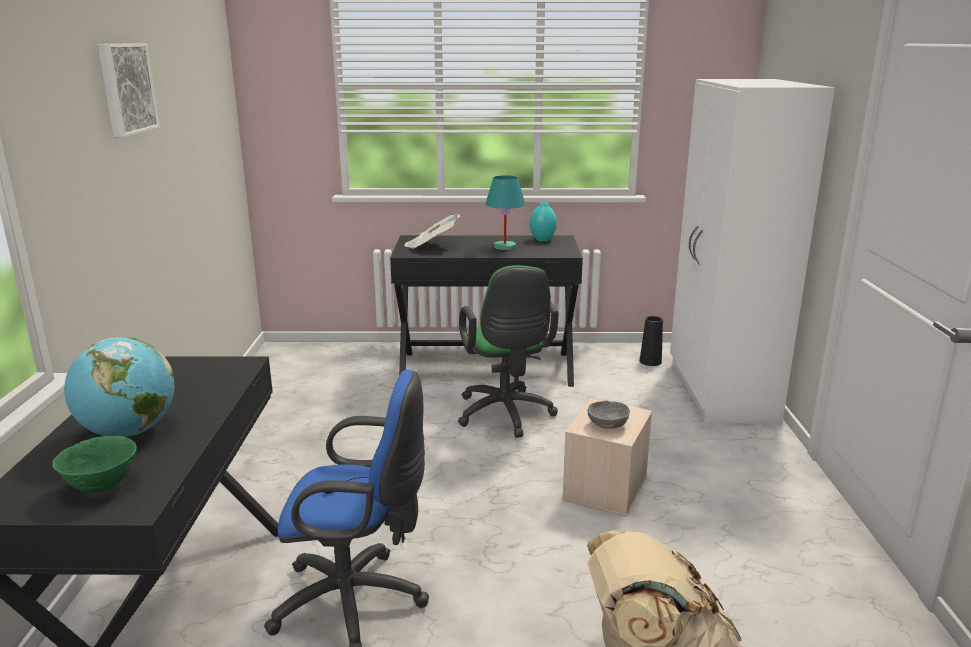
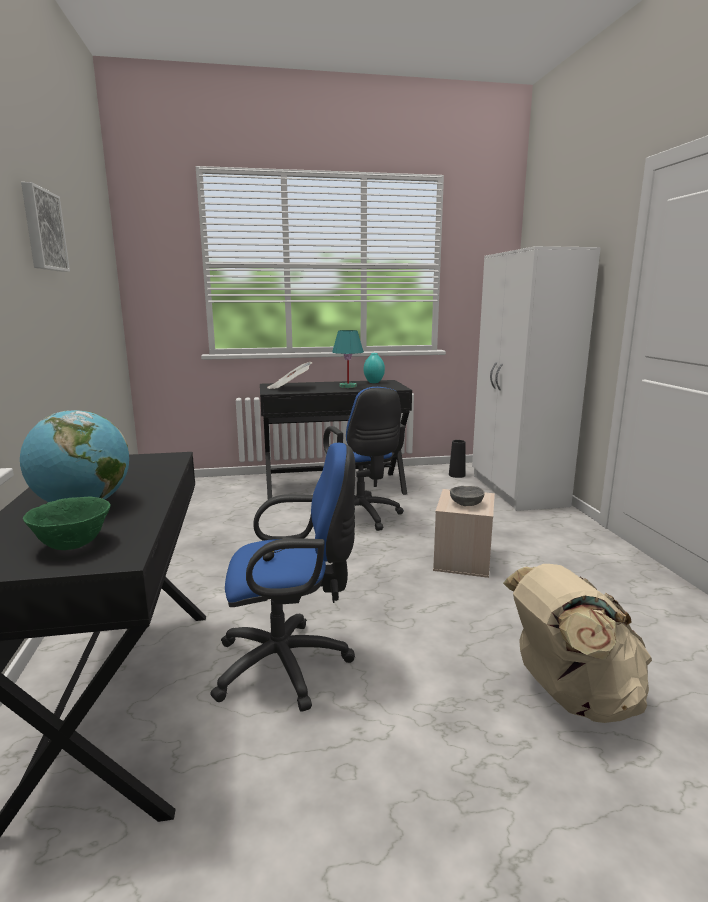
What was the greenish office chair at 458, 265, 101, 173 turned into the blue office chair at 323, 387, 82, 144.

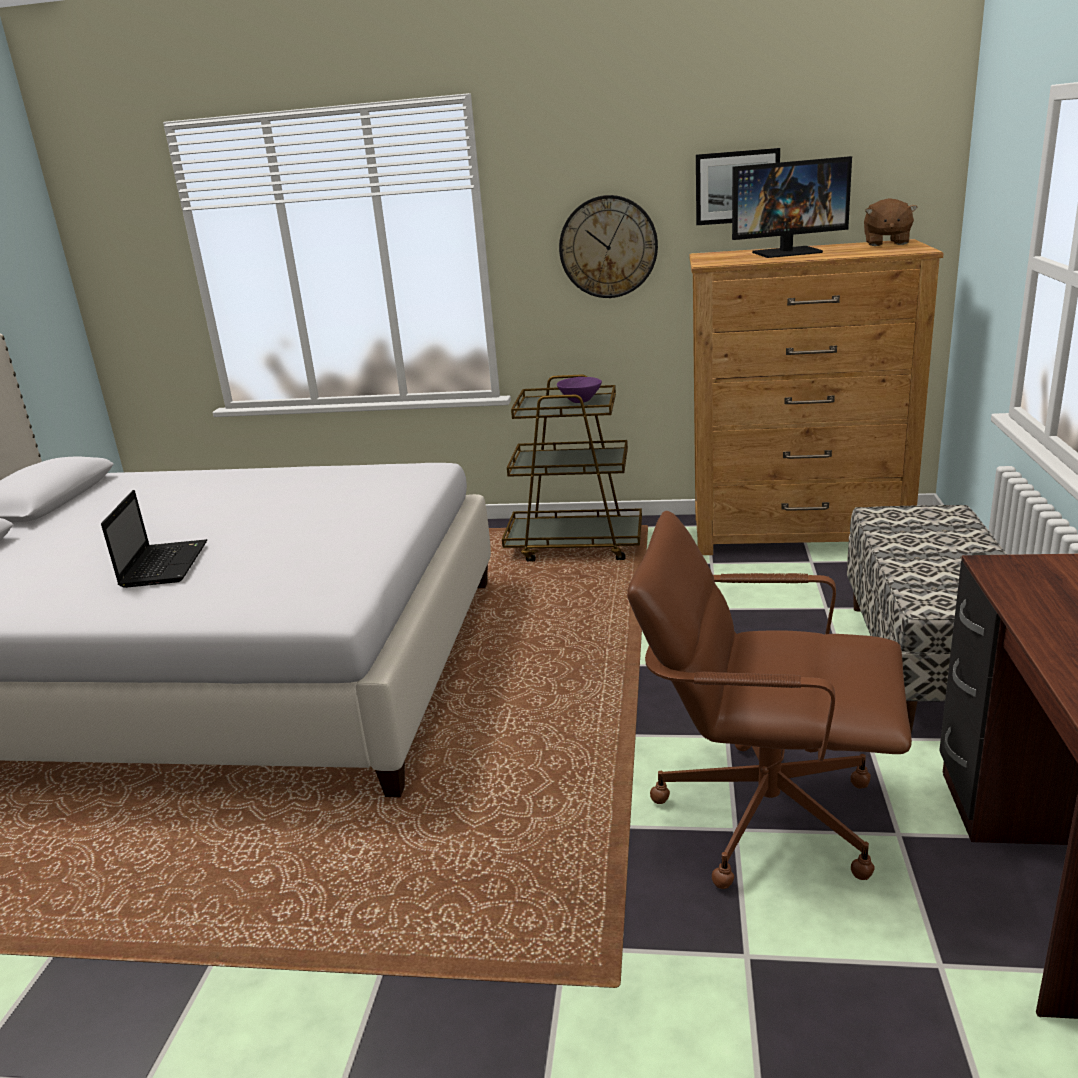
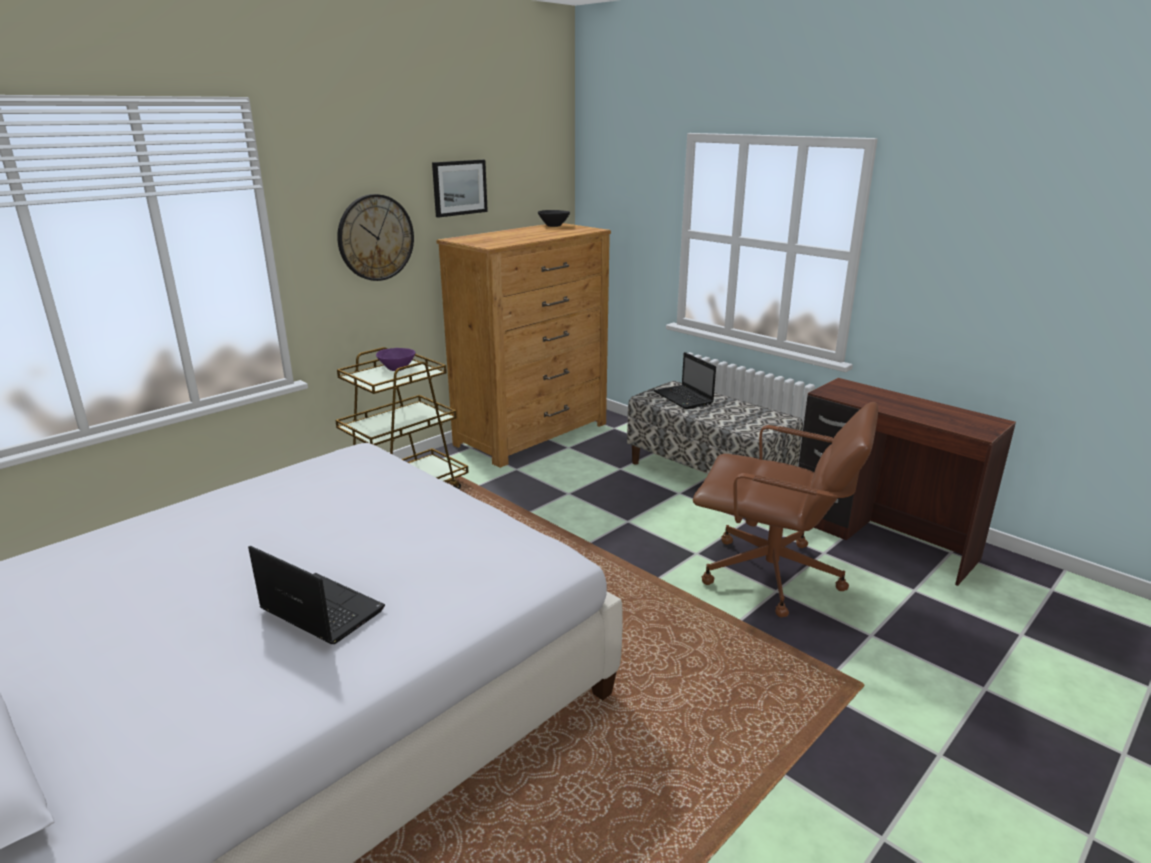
The brown office chair at 627, 511, 285, 378 ended up facing another way, 120 degrees counterclockwise from before. The second view lost the monitor at 732, 156, 120, 102. Where the brown soft toy stood at 864, 198, 54, 48, the blackish serving bowl came to stand at 538, 210, 32, 17. The second view gained the portable computer at 654, 352, 62, 57.

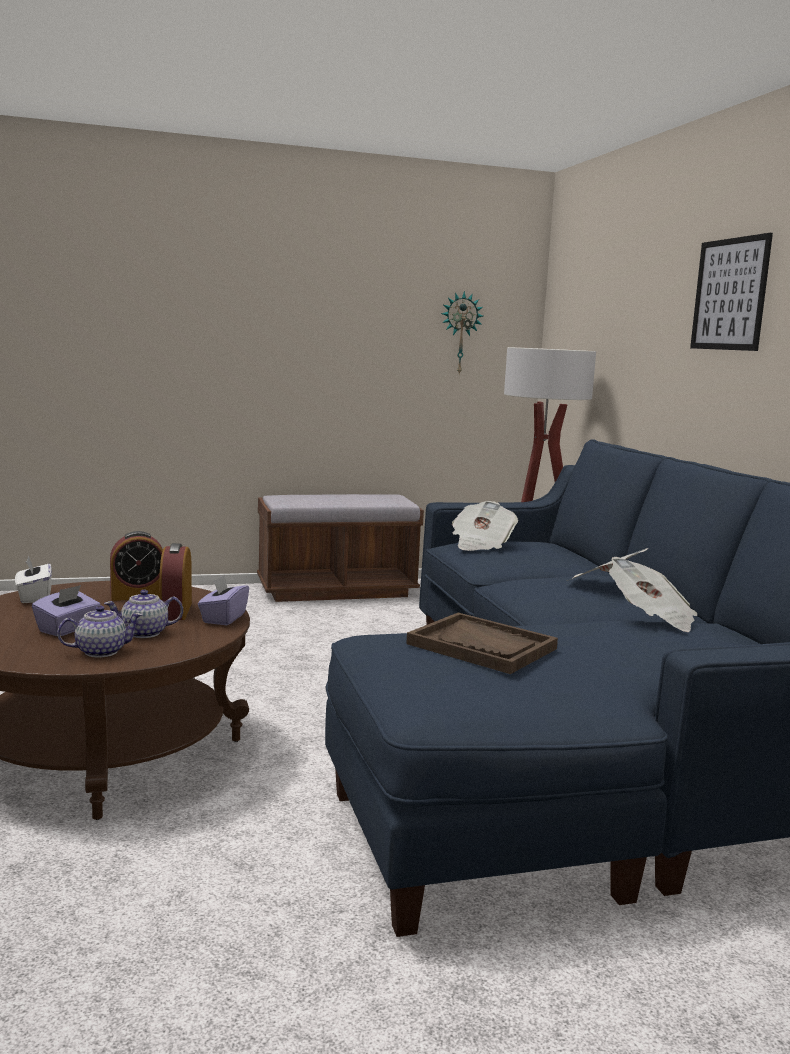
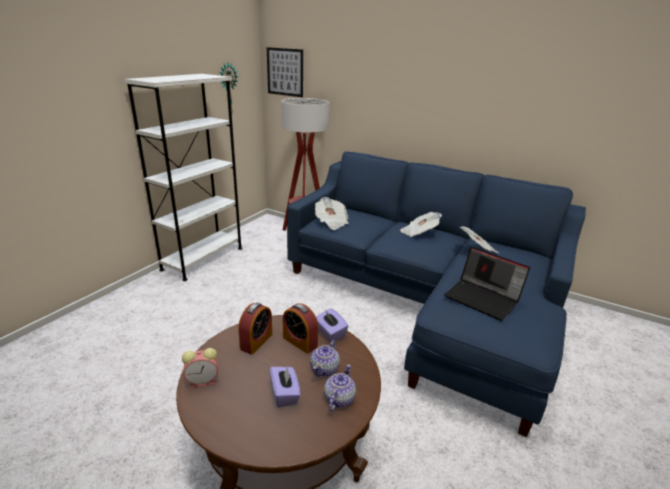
Where the whitish tissue holder stood at 15, 556, 37, 47, the alarm clock came to stand at 182, 348, 36, 41. Where the brown indoor bench stood at 257, 494, 167, 108, the whitish bookshelf came to stand at 123, 74, 119, 207. Where the brown tray stood at 406, 613, 152, 61, the portable computer came to stand at 444, 247, 86, 74. The wall art ended up elsewhere, having gone from 690, 233, 83, 118 to 267, 47, 36, 50.

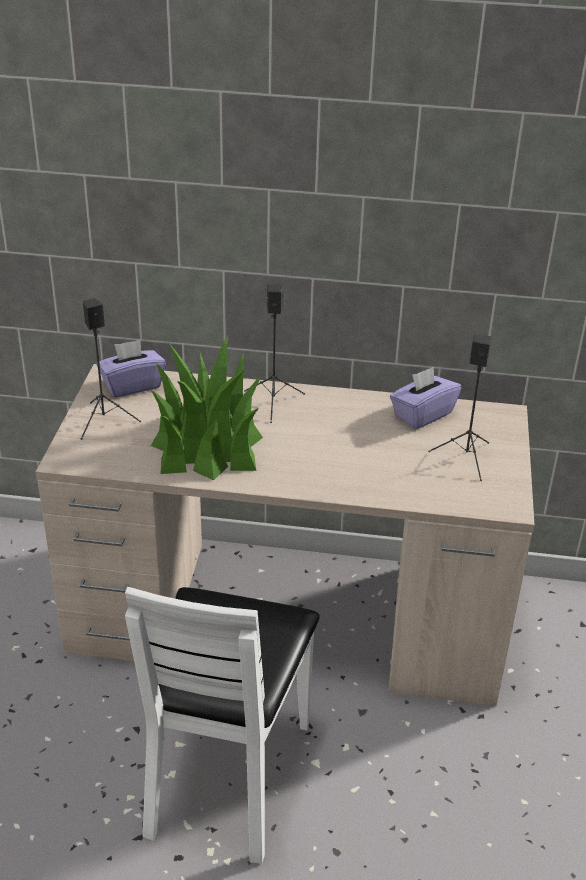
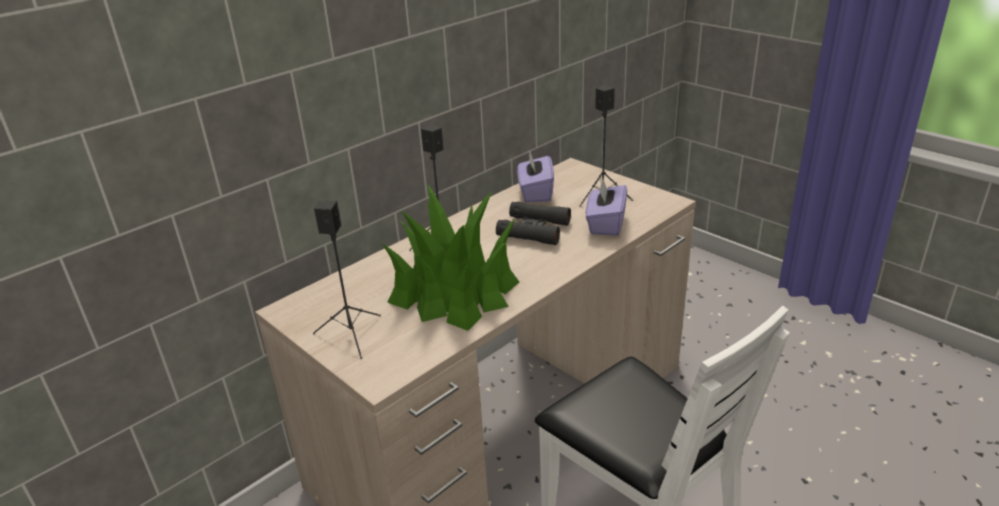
The purple-coloured tissue holder ended up elsewhere, having gone from 97, 339, 69, 59 to 586, 178, 41, 58. The second view gained the blackish pair of binoculars at 496, 202, 75, 43.

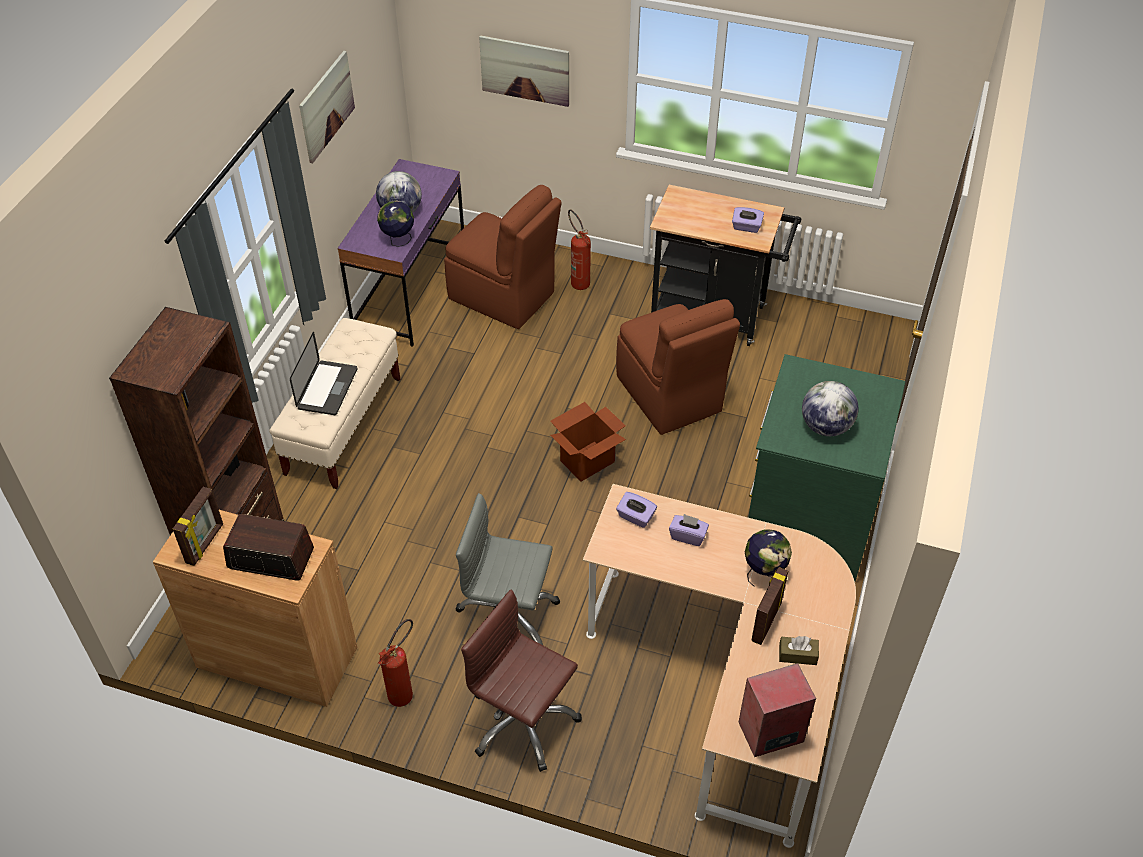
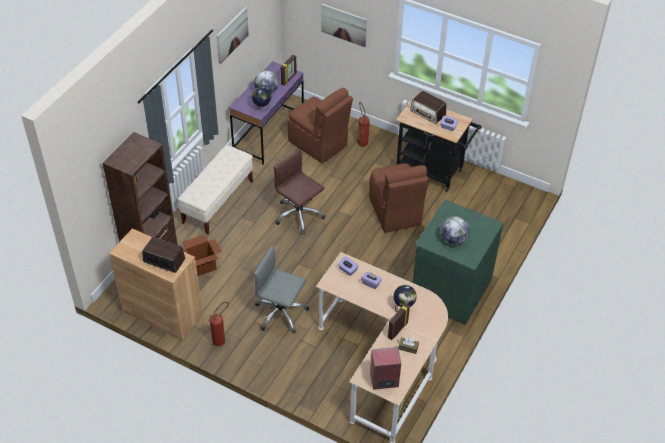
The photo frame ended up elsewhere, having gone from 173, 487, 50, 79 to 281, 55, 16, 31. The second view lost the portable computer at 290, 332, 67, 83. The brown office chair ended up elsewhere, having gone from 461, 590, 121, 182 to 274, 149, 51, 85. The cardboard box ended up elsewhere, having gone from 550, 402, 76, 80 to 182, 234, 39, 42. The second view gained the radio set at 410, 91, 36, 33.

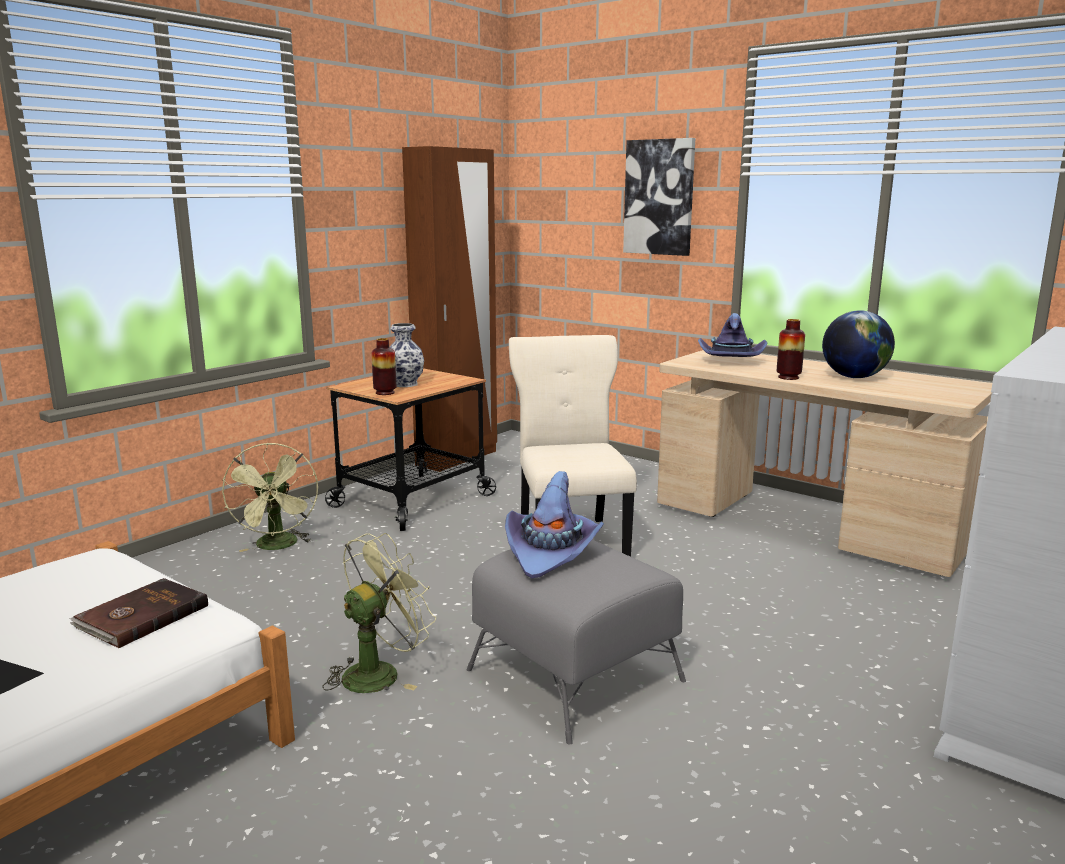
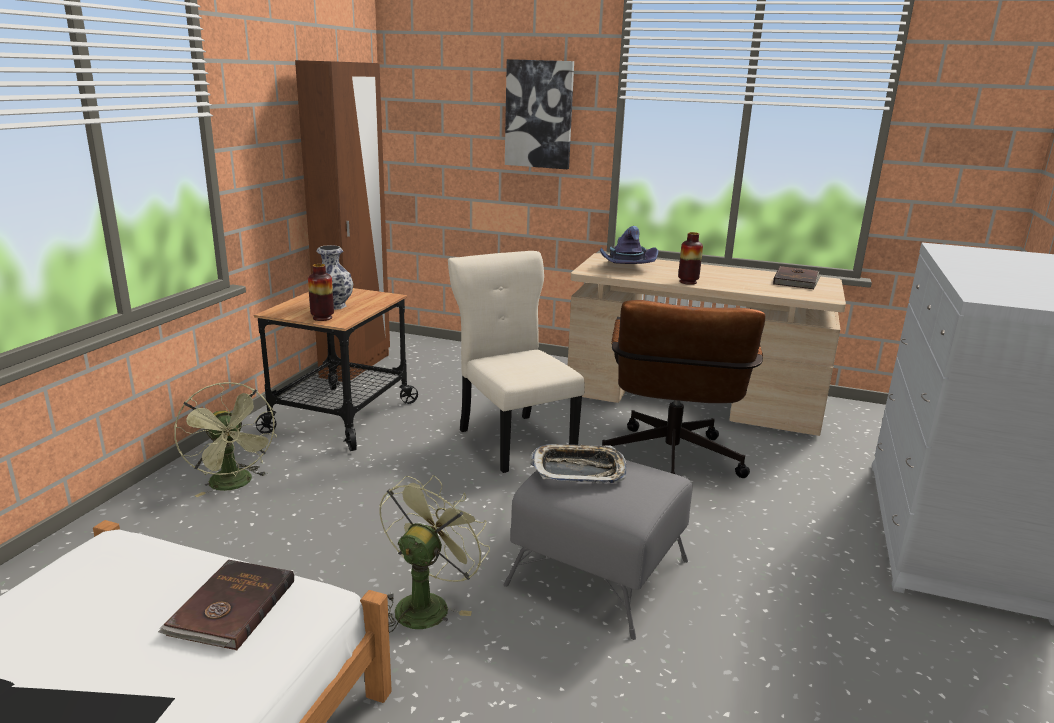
Where the purple-coloured wearable hat stood at 505, 471, 99, 107, the tray came to stand at 530, 444, 97, 39. The second view lost the globe at 822, 310, 73, 68. The second view gained the brown office chair at 602, 300, 163, 178. The second view gained the brown bound book at 773, 266, 48, 23.

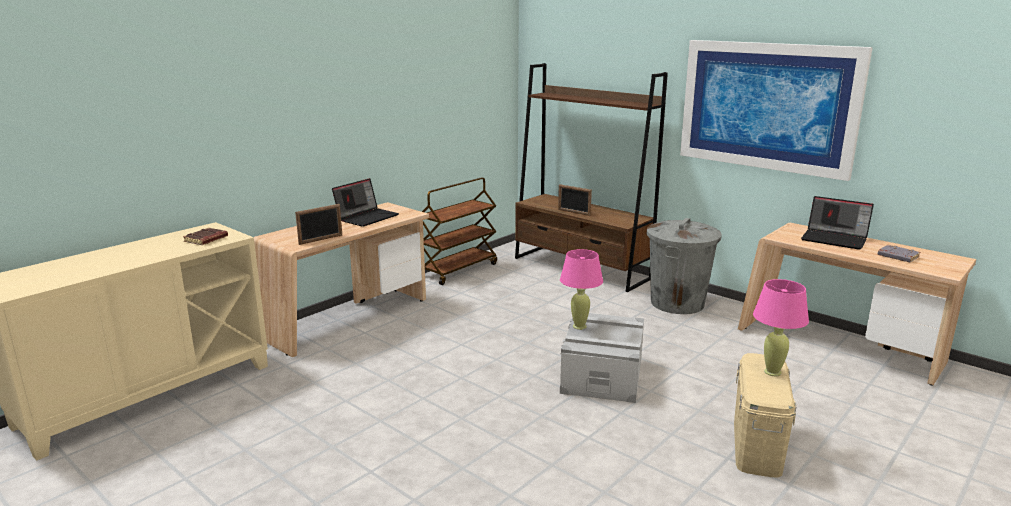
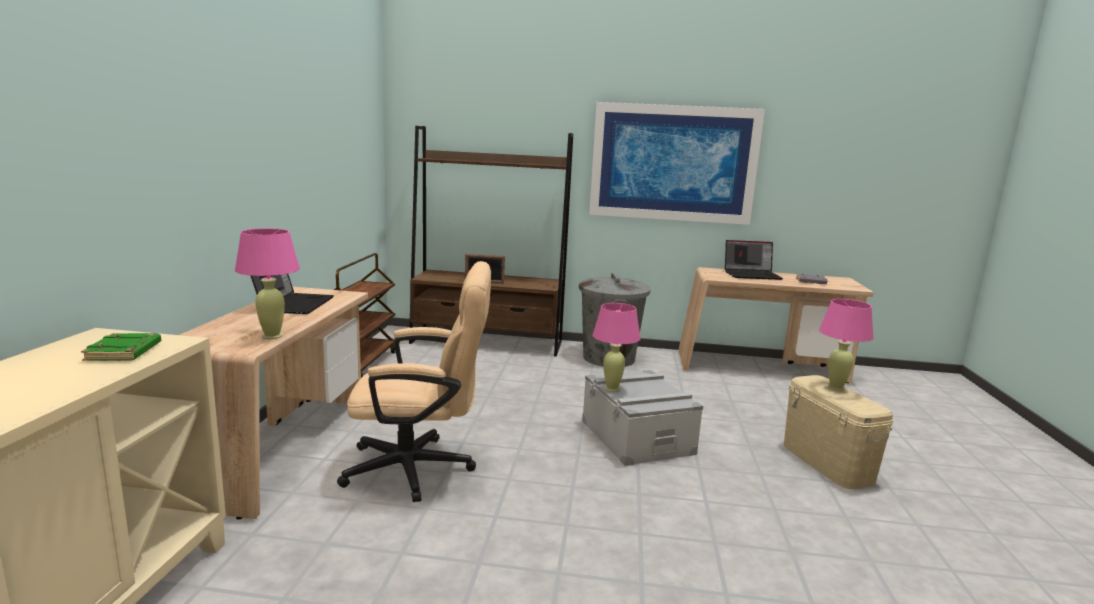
What was the brown bound book at 183, 228, 45, 17 turned into the greenish bound book at 81, 333, 80, 28. Where the photo frame stood at 295, 204, 47, 41, the pink table lamp came to stand at 235, 228, 65, 111. The second view gained the beige office chair at 337, 261, 154, 241.

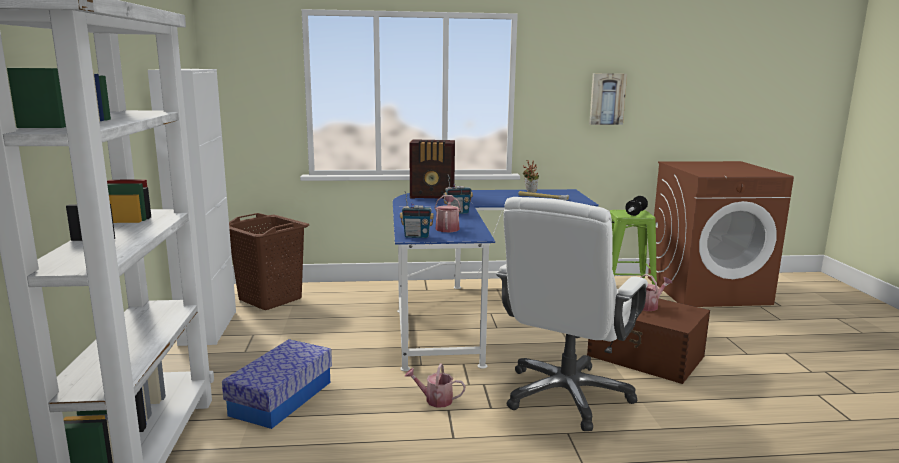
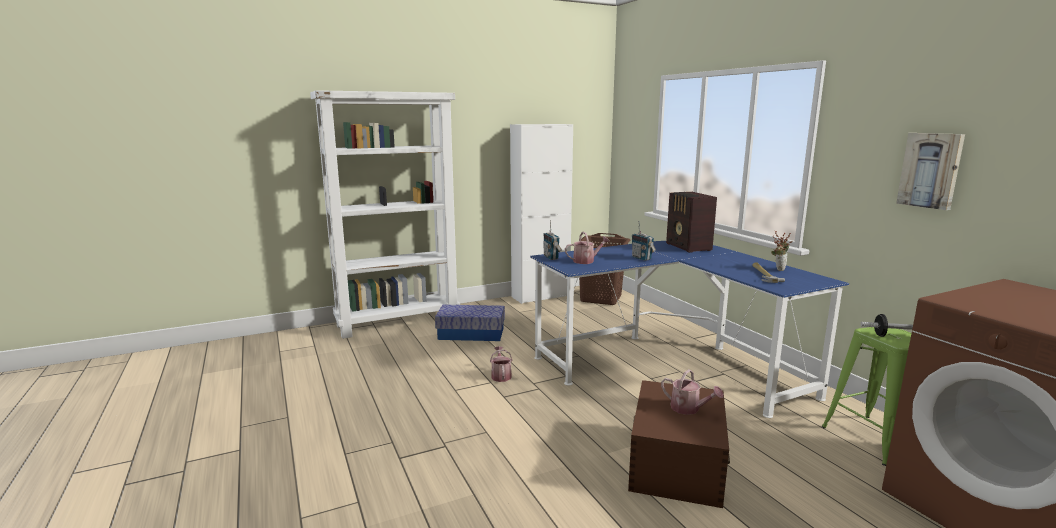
The second view lost the whitish office chair at 496, 197, 152, 234.

